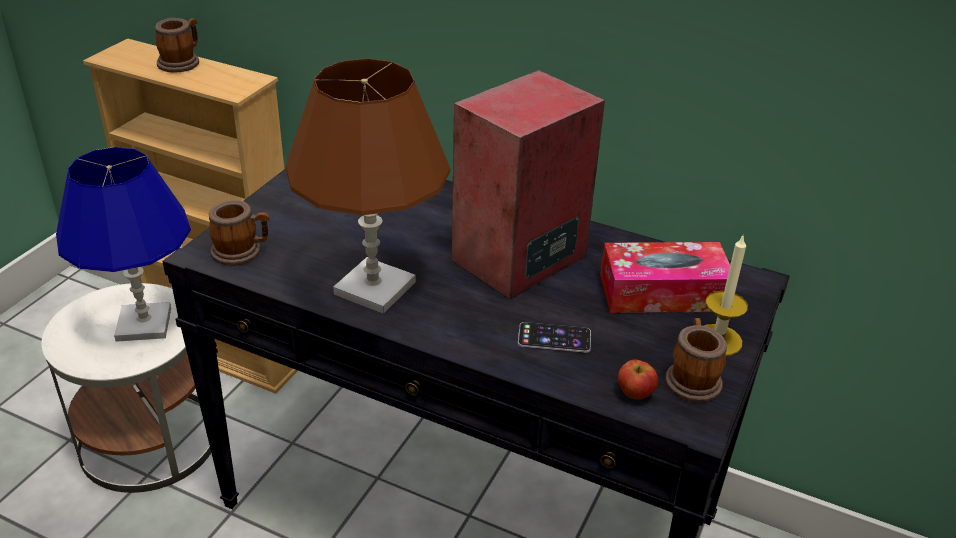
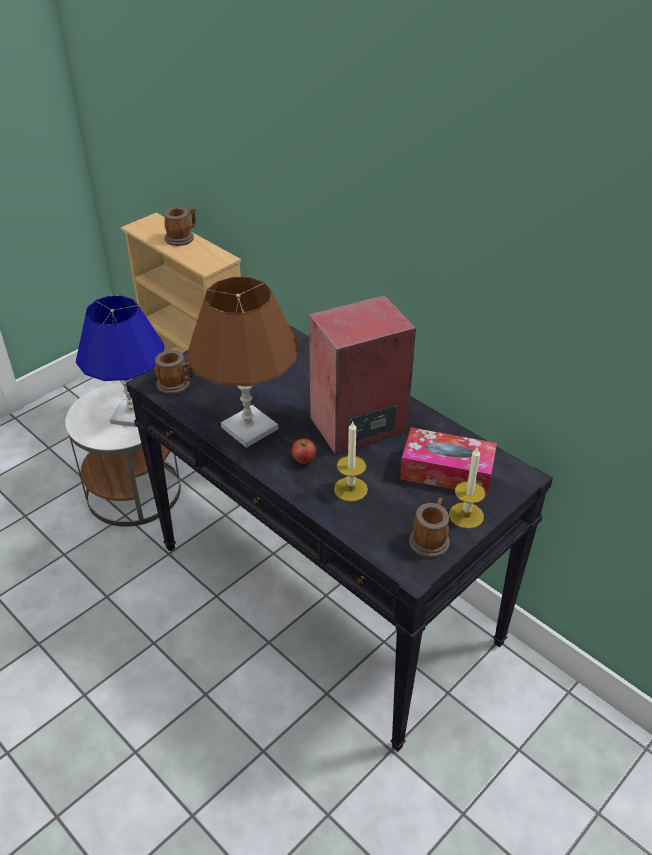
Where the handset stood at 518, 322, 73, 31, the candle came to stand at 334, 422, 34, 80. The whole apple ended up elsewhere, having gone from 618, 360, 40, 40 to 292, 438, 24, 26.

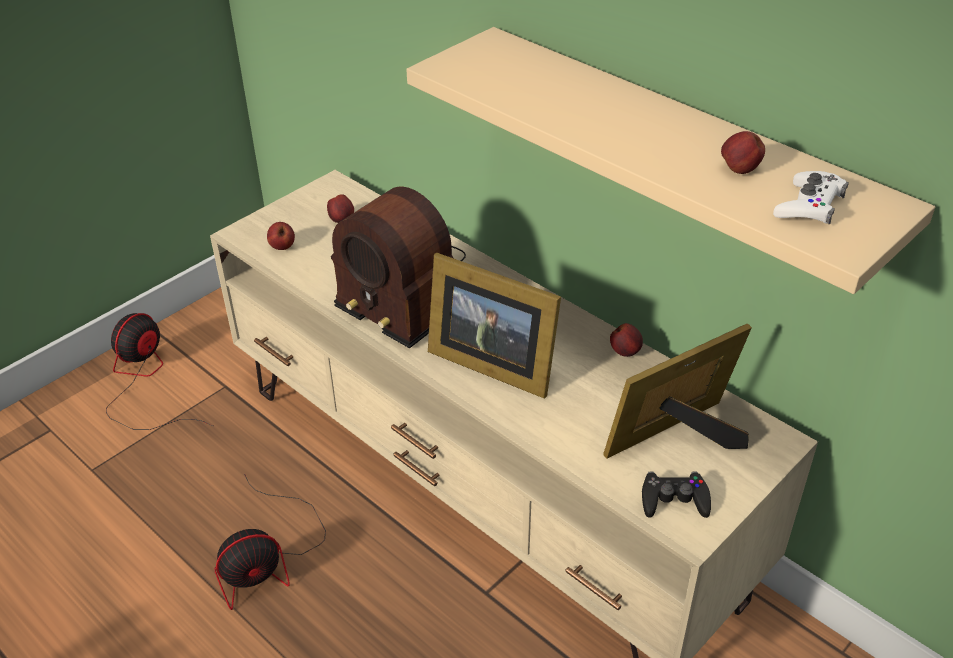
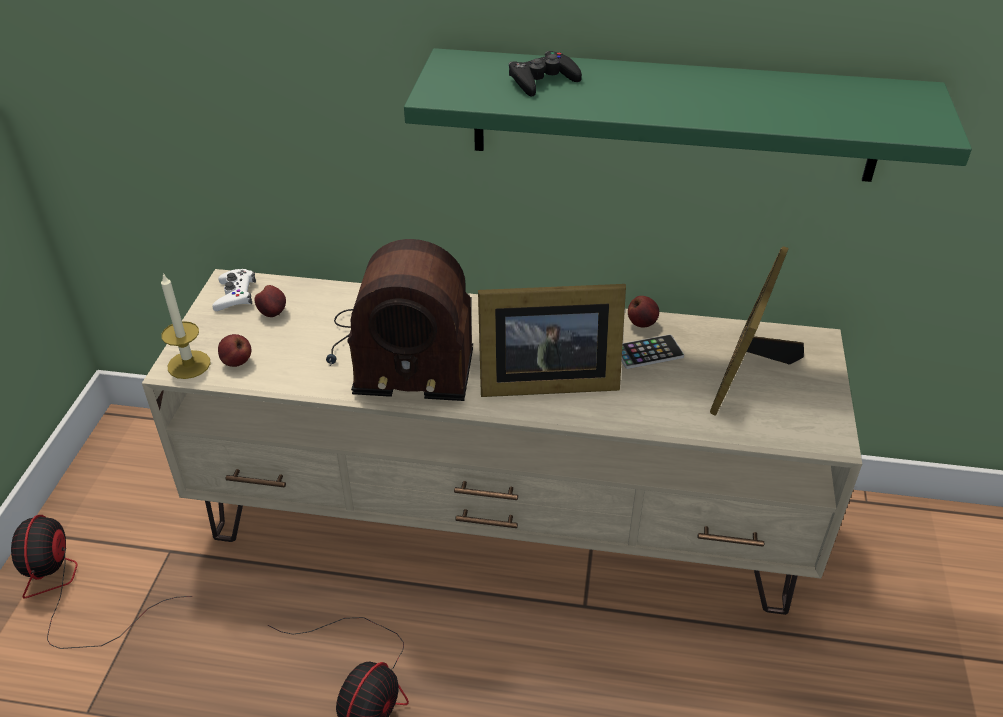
What was the beige shelf at 406, 27, 529, 267 turned into the greenish shelf at 404, 48, 568, 134. The blackish gamepad ended up elsewhere, having gone from 642, 471, 69, 47 to 509, 51, 73, 45. The second view lost the whole apple at 721, 131, 44, 43. The whitish gamepad ended up elsewhere, having gone from 773, 171, 76, 53 to 212, 269, 44, 42. The second view gained the candle at 161, 273, 49, 106. The second view gained the handset at 622, 334, 62, 35.

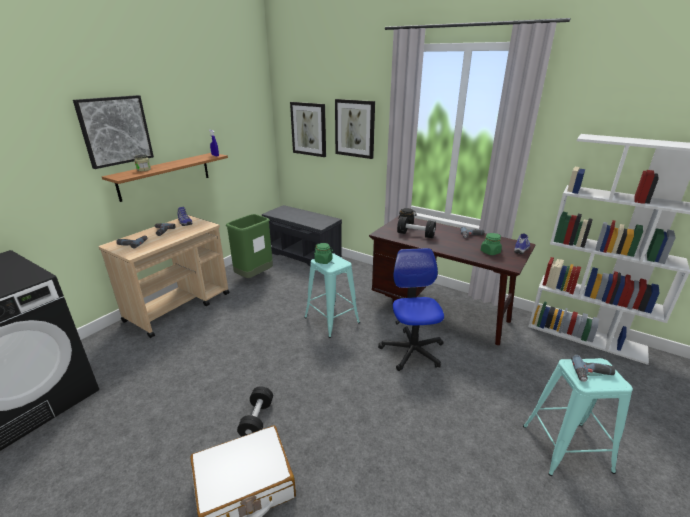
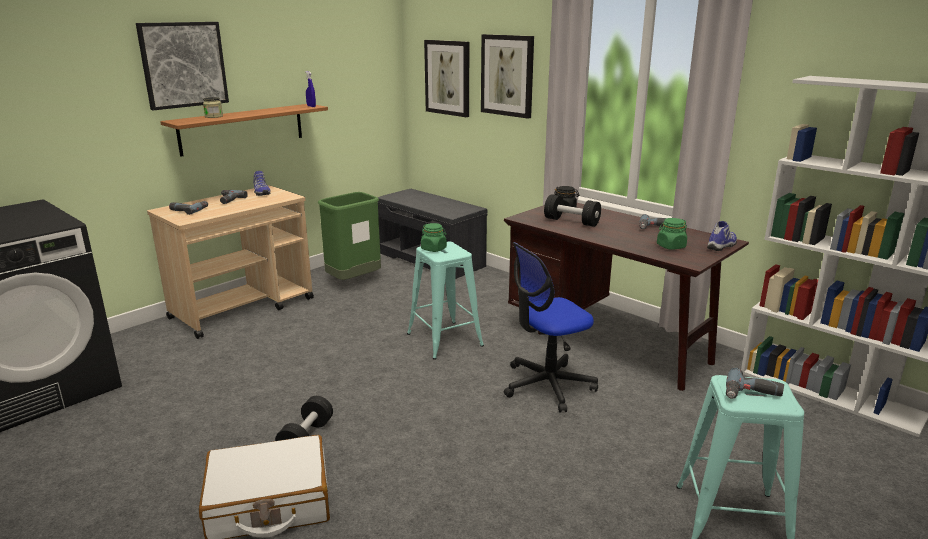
The office chair at 378, 248, 66, 123 ended up facing another way, 120 degrees counterclockwise from before.

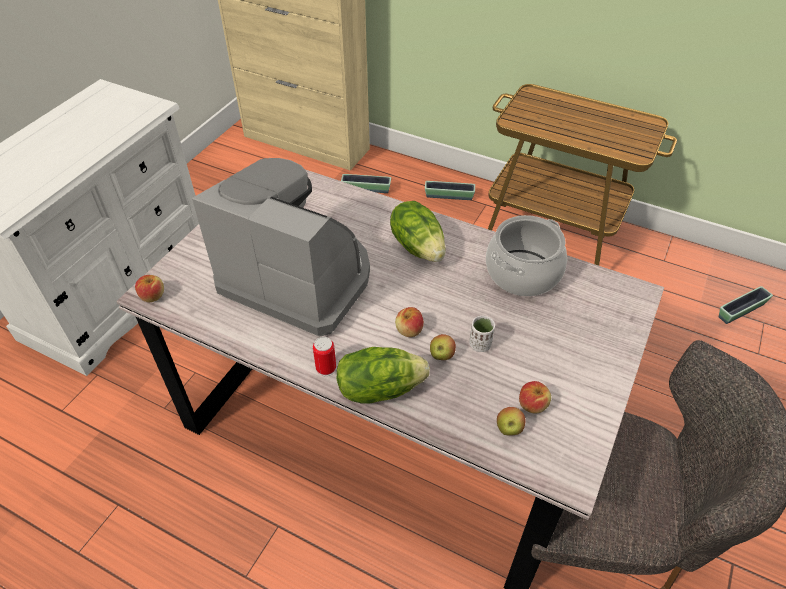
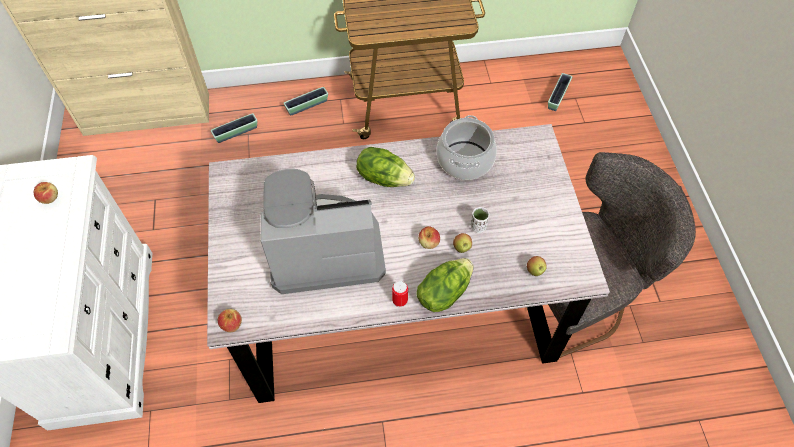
The whole apple ended up elsewhere, having gone from 519, 381, 32, 32 to 34, 182, 24, 22.

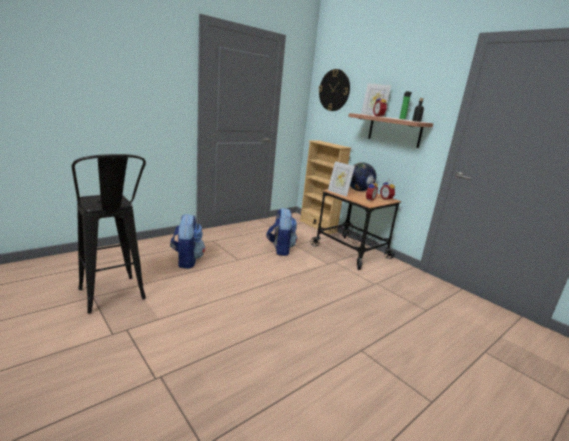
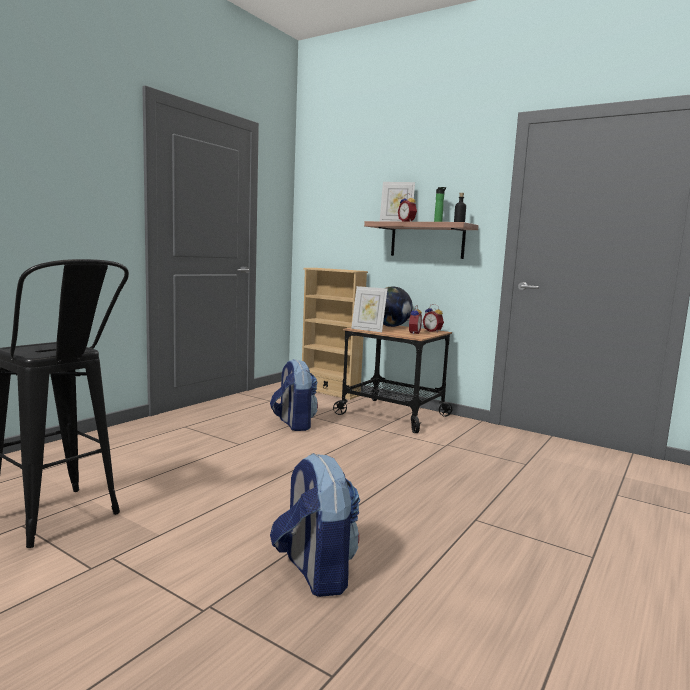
The backpack ended up elsewhere, having gone from 170, 213, 35, 56 to 270, 453, 90, 144. The second view lost the clock on the wall at 319, 69, 31, 42.

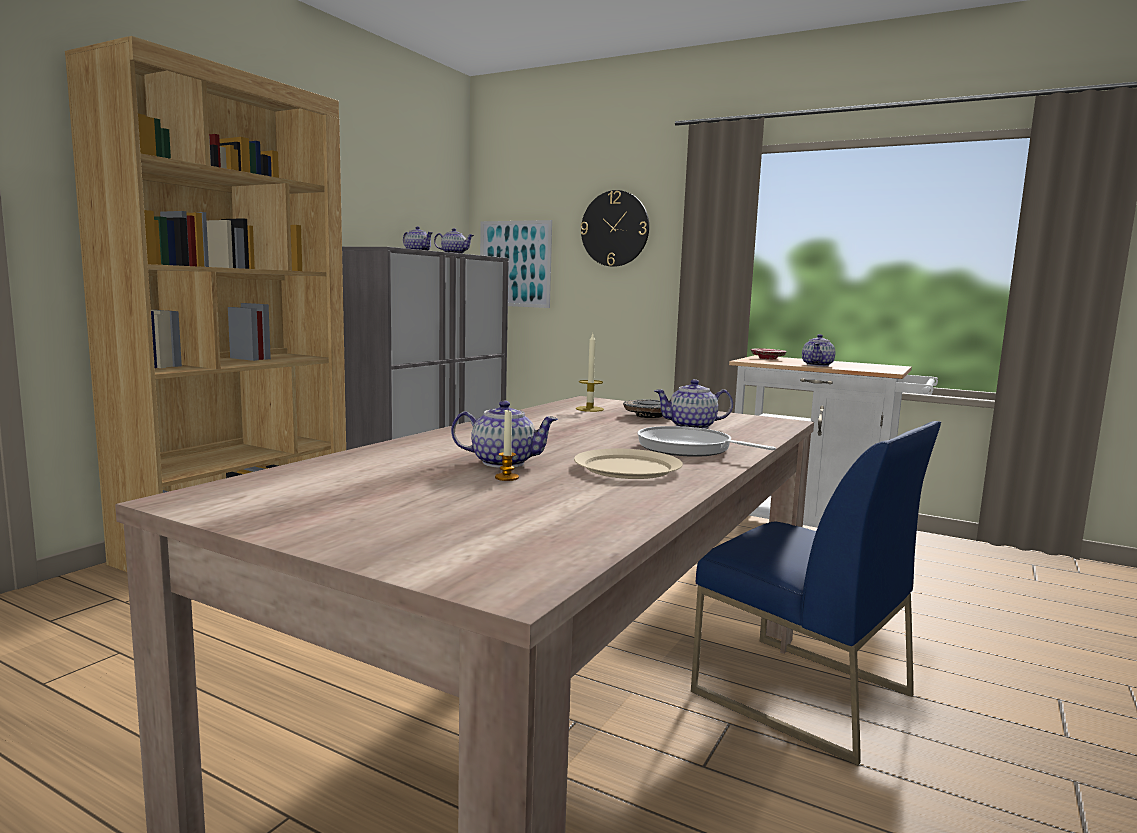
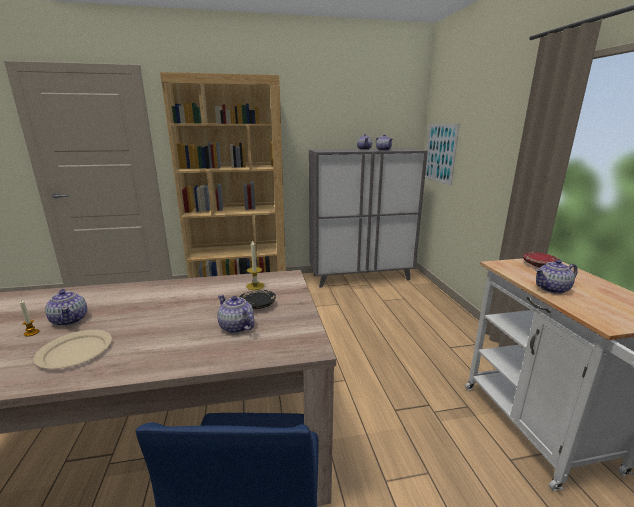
The second view lost the clock on the wall at 580, 190, 69, 77. The second view lost the pan at 637, 426, 139, 31.

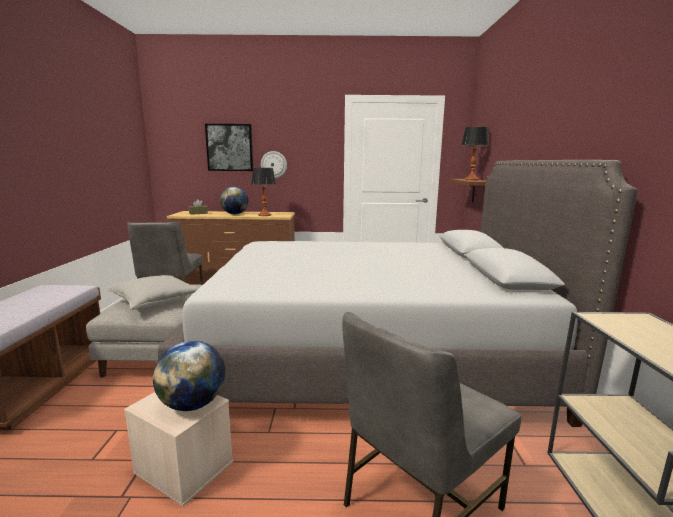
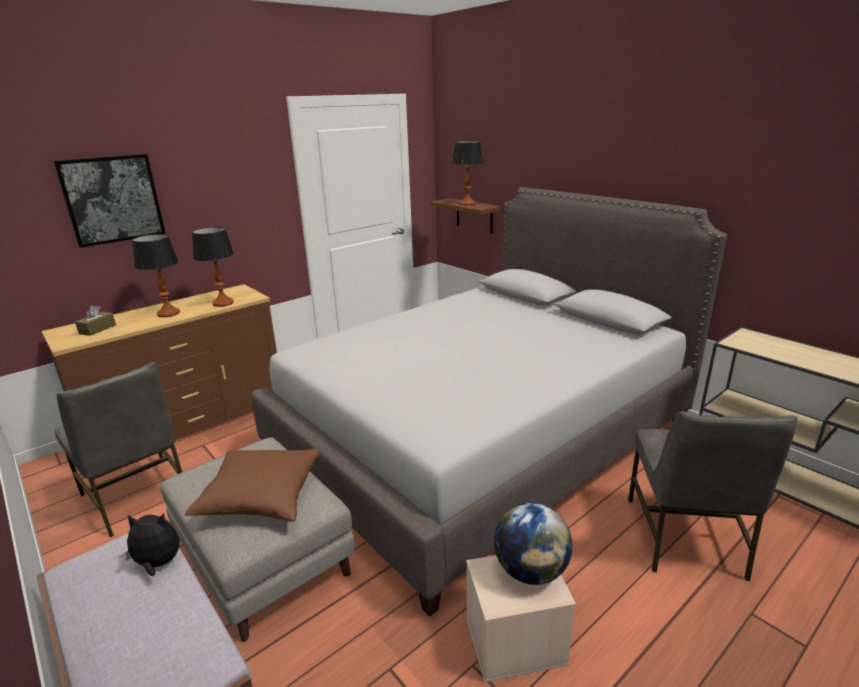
What was the gray throw pillow at 107, 275, 92, 35 turned into the brown throw pillow at 185, 449, 136, 73. Where the globe stood at 220, 187, 28, 27, the table lamp came to stand at 132, 234, 48, 83. The second view lost the clock on the wall at 261, 151, 26, 27. The second view gained the soft toy at 120, 513, 59, 63.

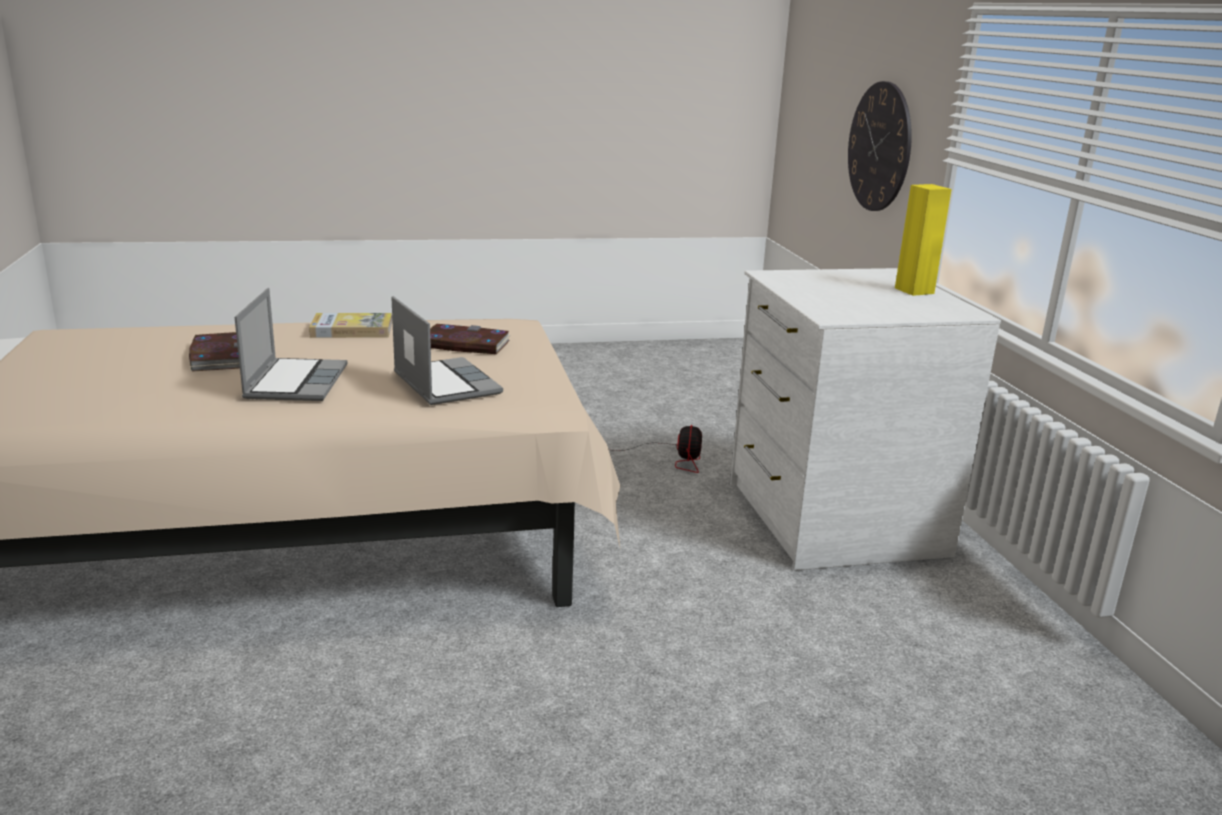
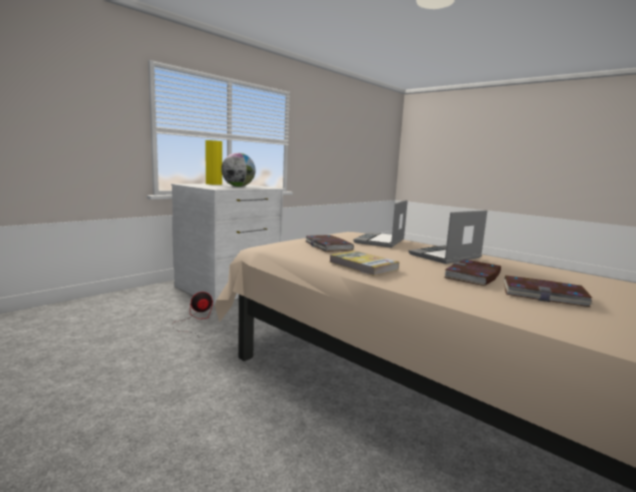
The second view lost the clock on the wall at 848, 81, 64, 130. The second view gained the globe at 221, 153, 34, 34. The second view gained the bound book at 503, 275, 91, 32.

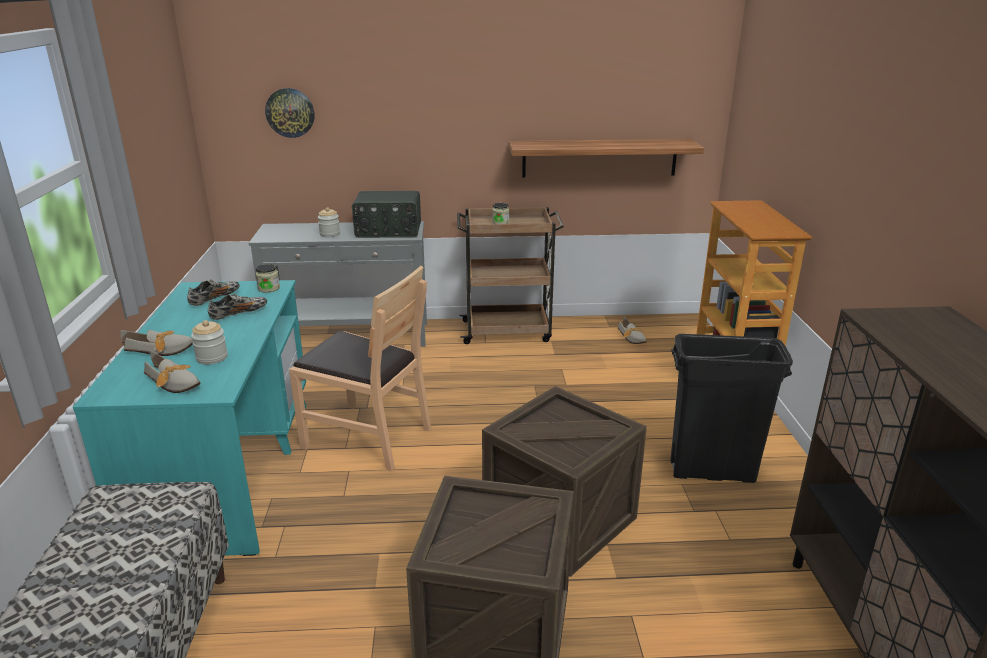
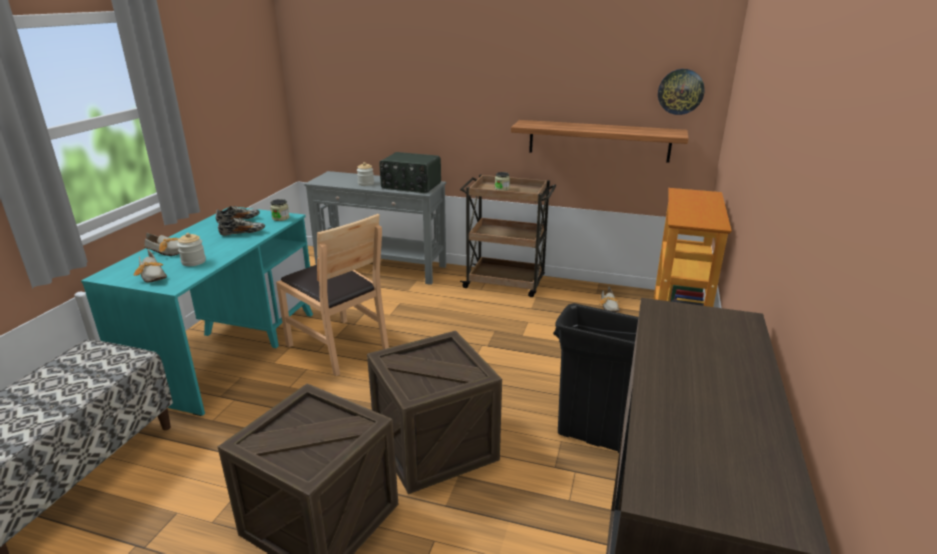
The clock on the wall ended up elsewhere, having gone from 265, 88, 50, 50 to 658, 69, 47, 46.

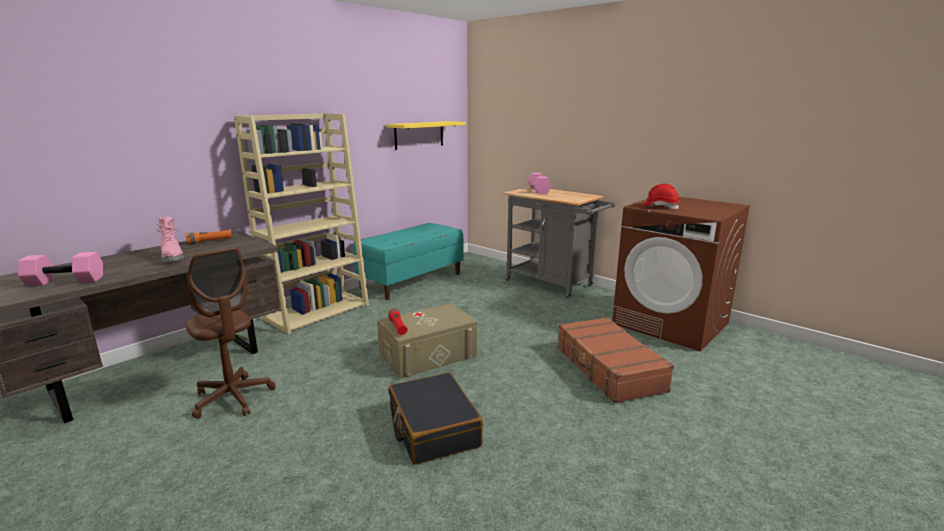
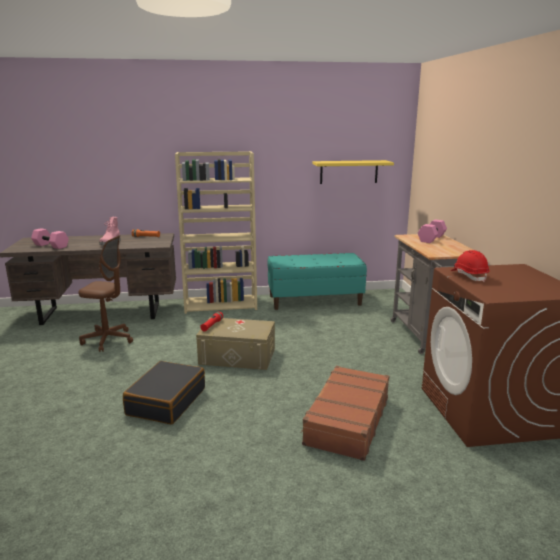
The brown office chair at 186, 247, 89, 172 ended up facing another way, 75 degrees counterclockwise from before.

